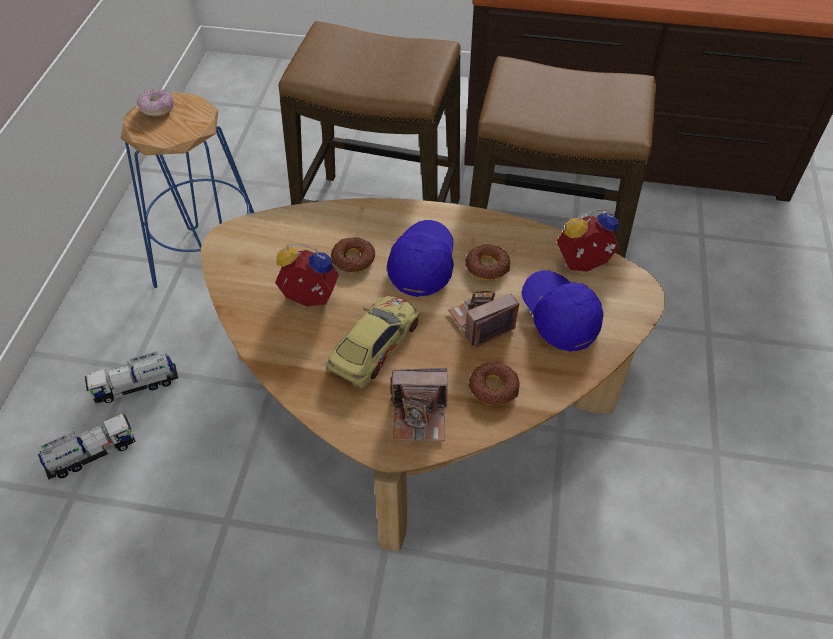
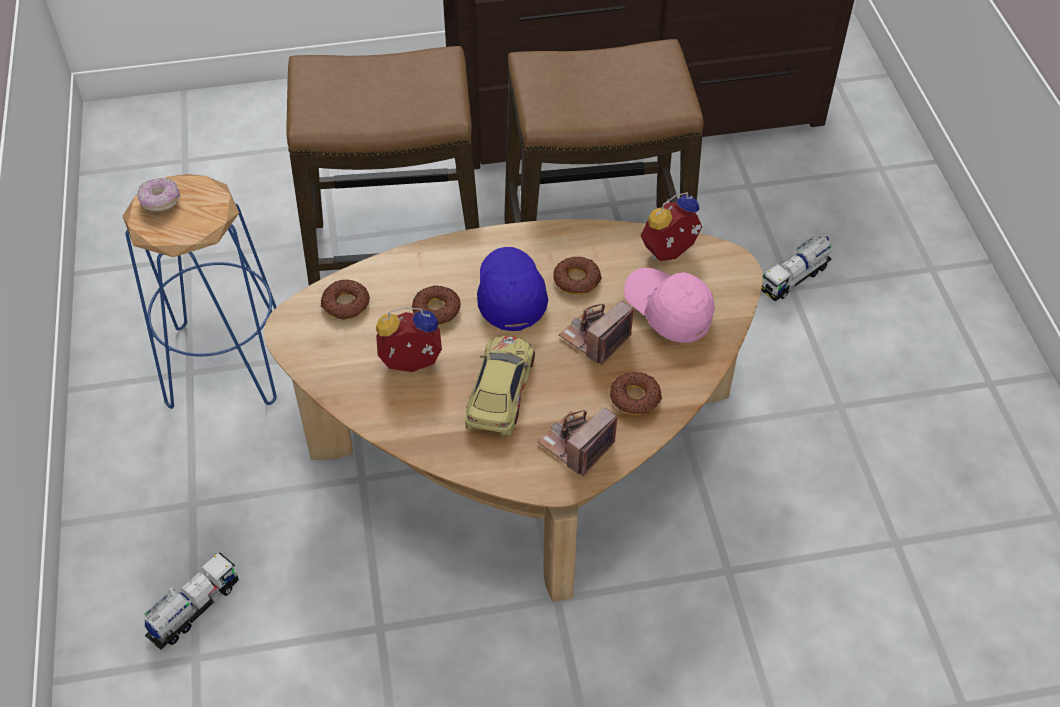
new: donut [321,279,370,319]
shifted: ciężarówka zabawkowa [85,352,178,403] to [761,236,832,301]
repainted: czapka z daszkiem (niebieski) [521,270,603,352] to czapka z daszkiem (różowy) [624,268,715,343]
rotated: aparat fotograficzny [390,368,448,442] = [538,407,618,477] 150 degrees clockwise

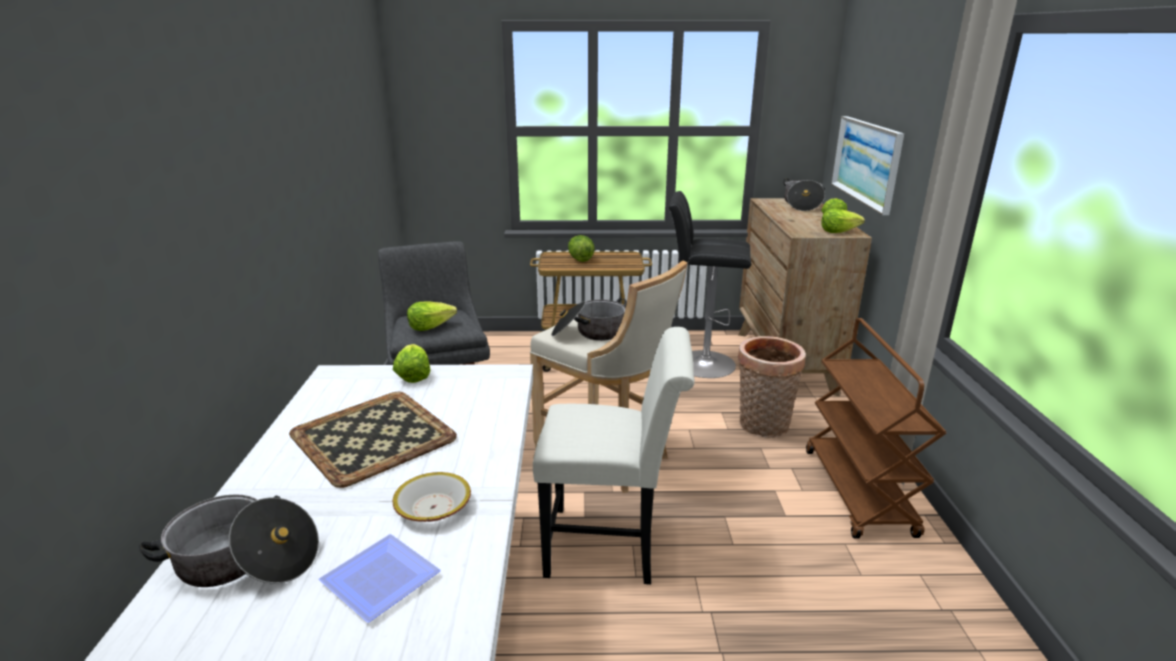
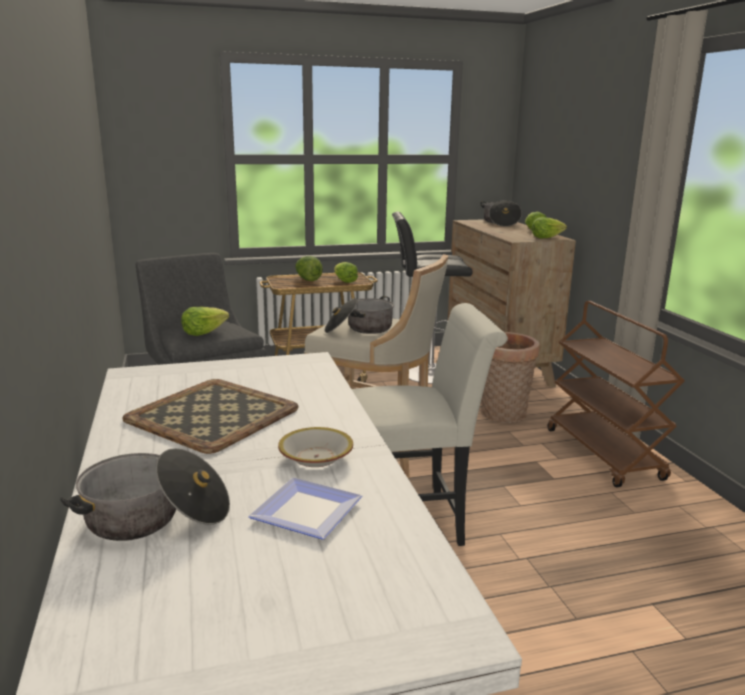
gone: obraz [831,116,904,215]
shifted: sałata [393,344,430,383] to [334,262,358,283]

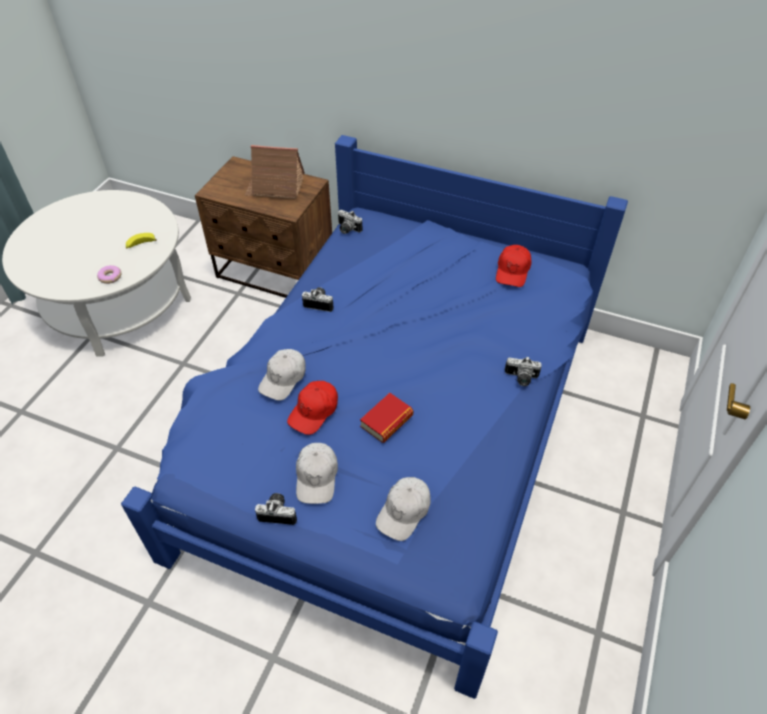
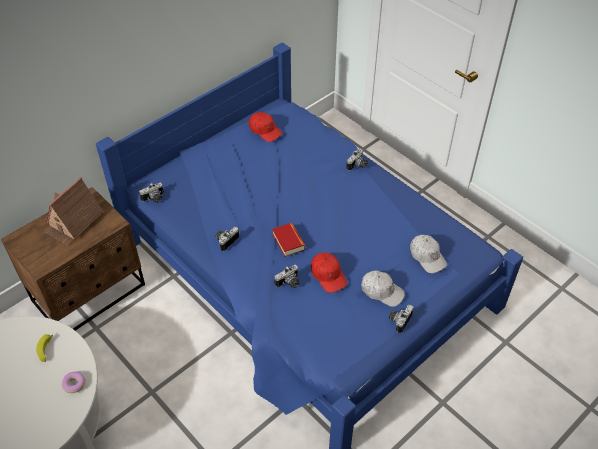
shifted: książka [360,393,413,443] to [272,223,305,257]
swapped: czapka z daszkiem (biały) [258,349,306,401] to aparat fotograficzny [274,265,299,288]

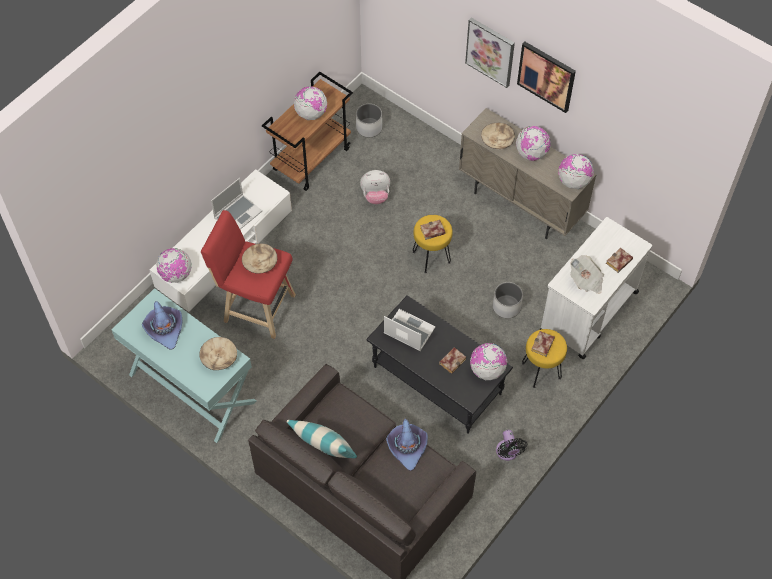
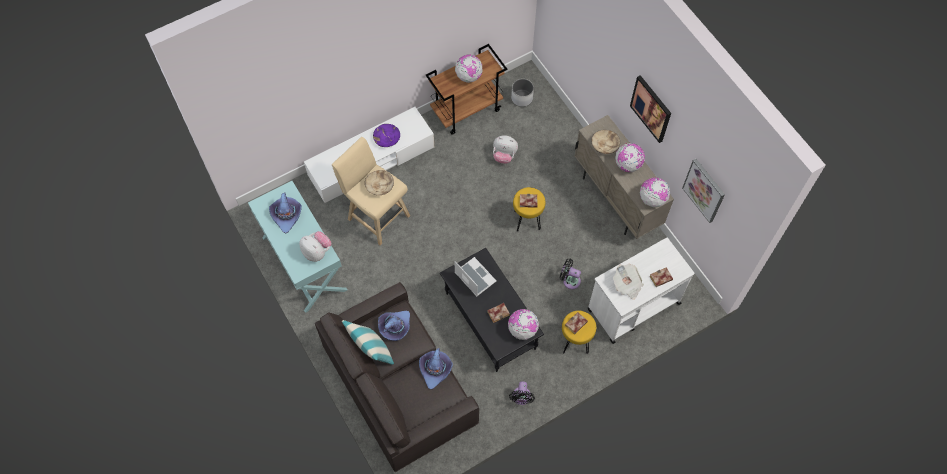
gone: globus [156,248,192,283]
new: kapelusz (fioletowy) [378,311,410,341]
shifted: obraz [465,17,515,88] to [682,159,725,223]
swapped: miska (beżowy) [199,337,237,370] to pluszak [299,231,332,262]; laptop [211,178,262,229] to miska (fioletowy) [373,124,400,147]; donica (biały) [493,282,523,318] to wentylator (czarny) [560,258,581,289]
repainted: stołek (czerwony) [201,210,296,339] to stołek (beżowy) [332,137,410,246]

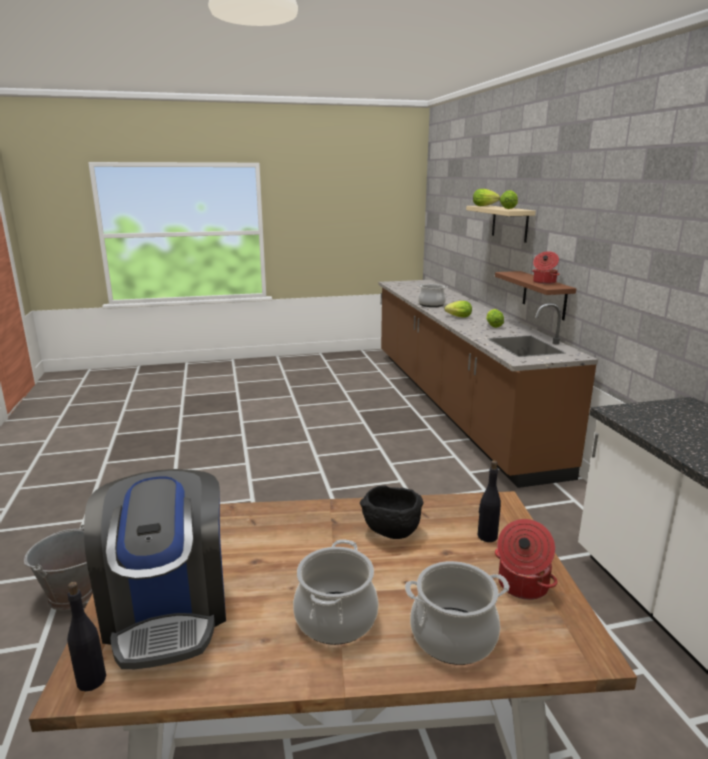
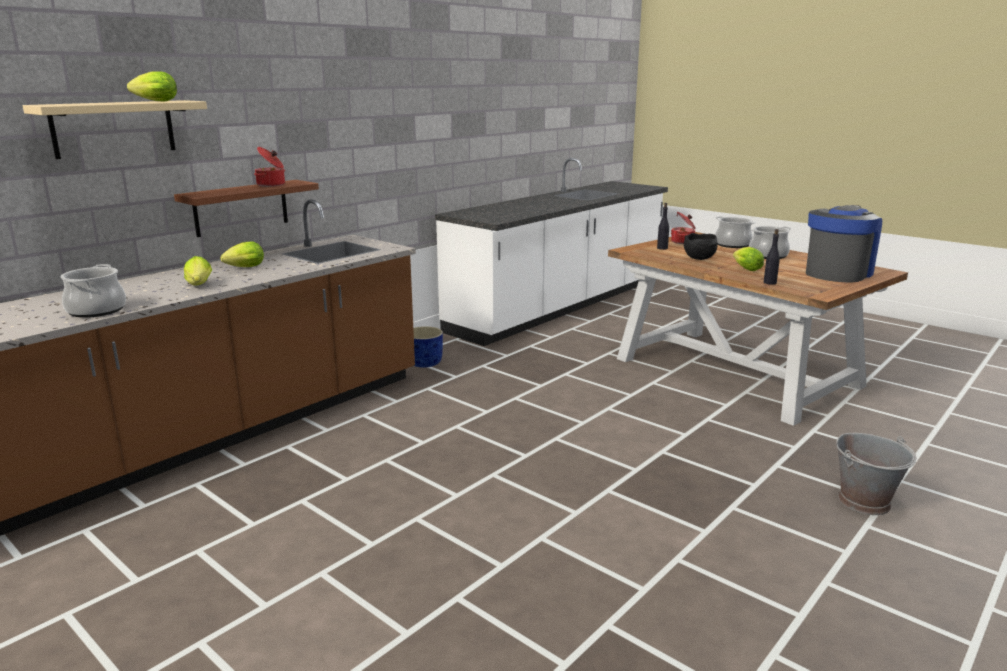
new: donica (niebieski) [413,326,443,368]
shifted: sałata [473,189,500,206] to [733,247,764,271]; butelka (czarny) [67,582,106,691] to [764,229,780,285]

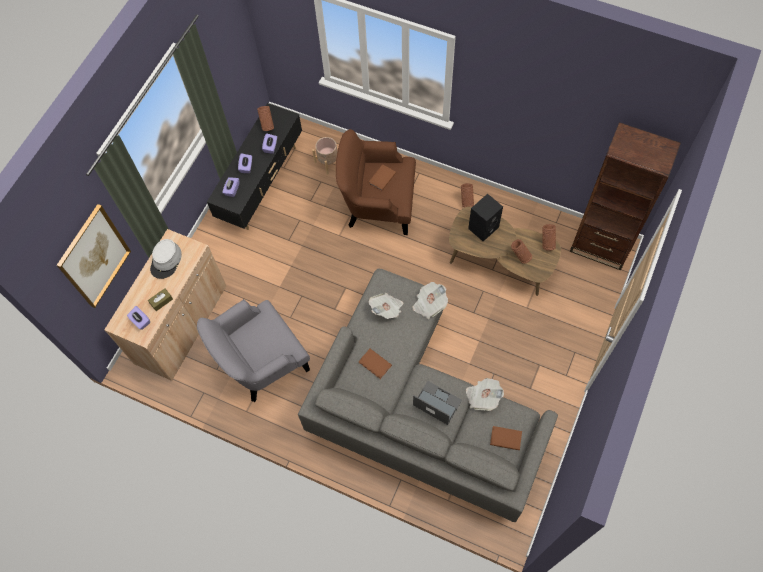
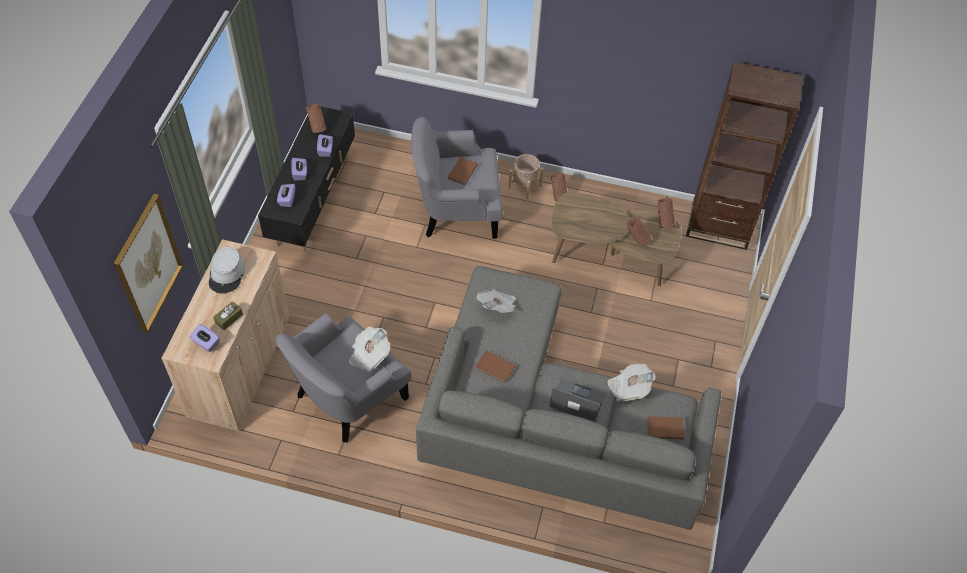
gone: głośnik (czarny) [468,194,503,241]
shifted: gazeta [412,282,448,319] to [349,327,390,372]; donica (beżowy) [312,137,337,175] to [508,154,544,200]
repainted: fotel (brązowy) [336,129,416,235] to fotel (szary) [411,117,503,239]

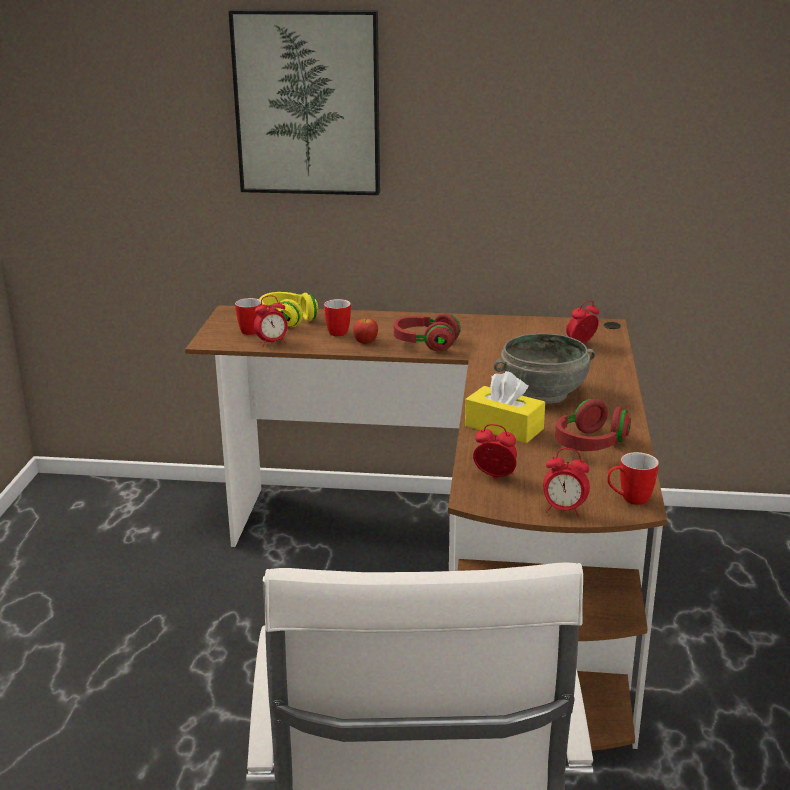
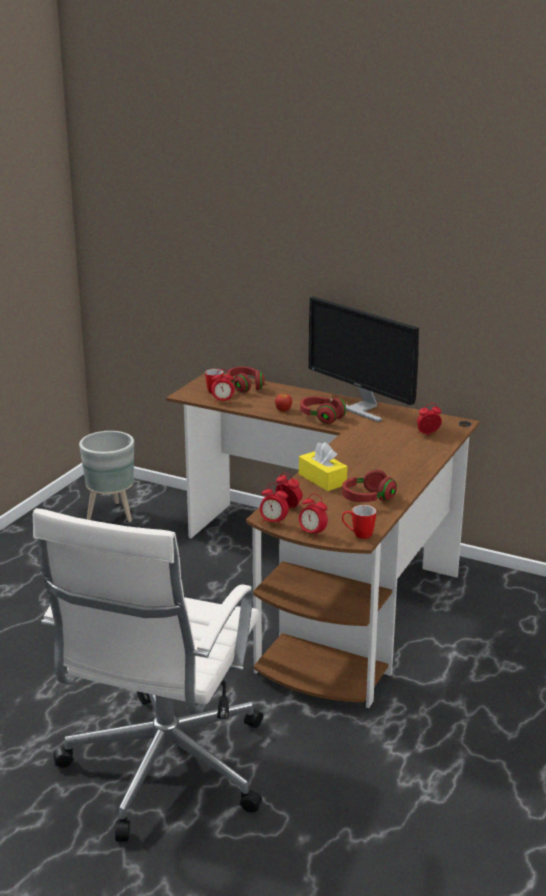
gone: obraz [228,9,380,195]; kubek [324,299,351,336]; miska (szary) [494,333,595,404]
new: donica (szary) [79,431,134,522]; budzik [260,483,289,527]; monitor [308,296,419,422]
repainted: słuchawki (żółty) [259,292,318,327] to słuchawki (czerwony) [227,367,264,393]

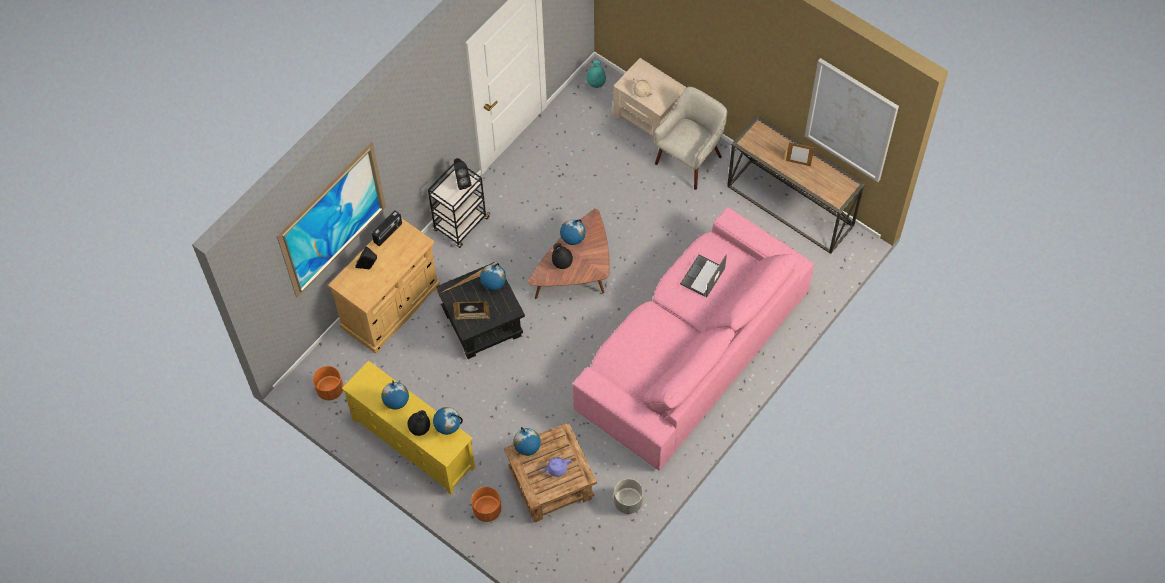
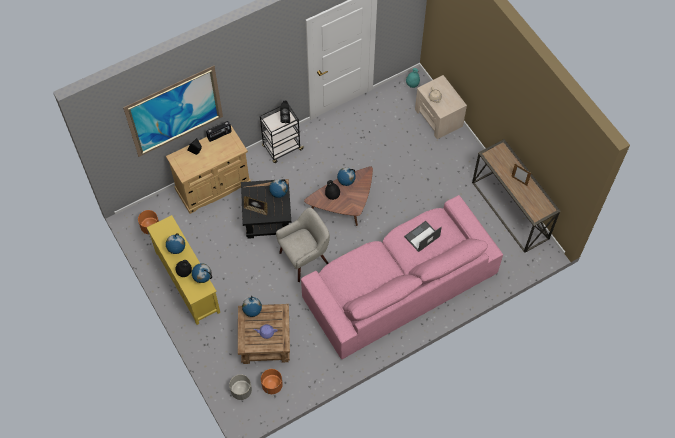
gone: obraz [805,58,899,182]
shifted: donica (szary) [614,479,643,514] to [229,374,252,400]; donica (pomarańczowy) [471,487,501,522] to [261,369,283,394]; fotel (beżowy) [654,87,727,190] to [276,208,330,282]

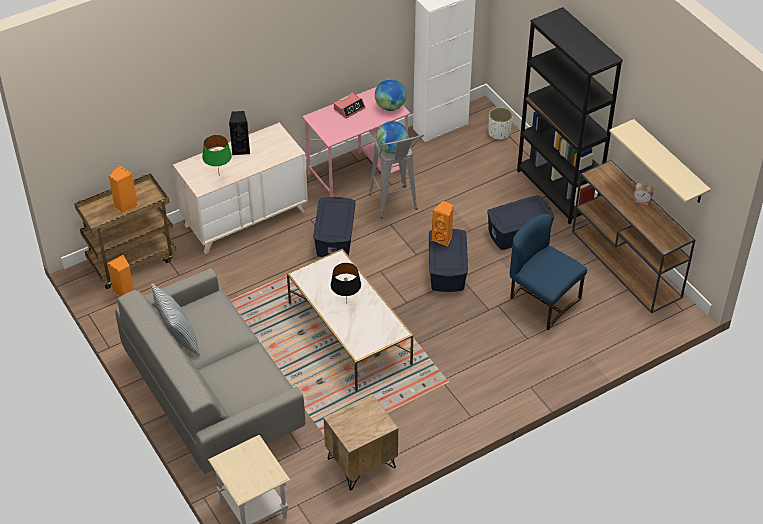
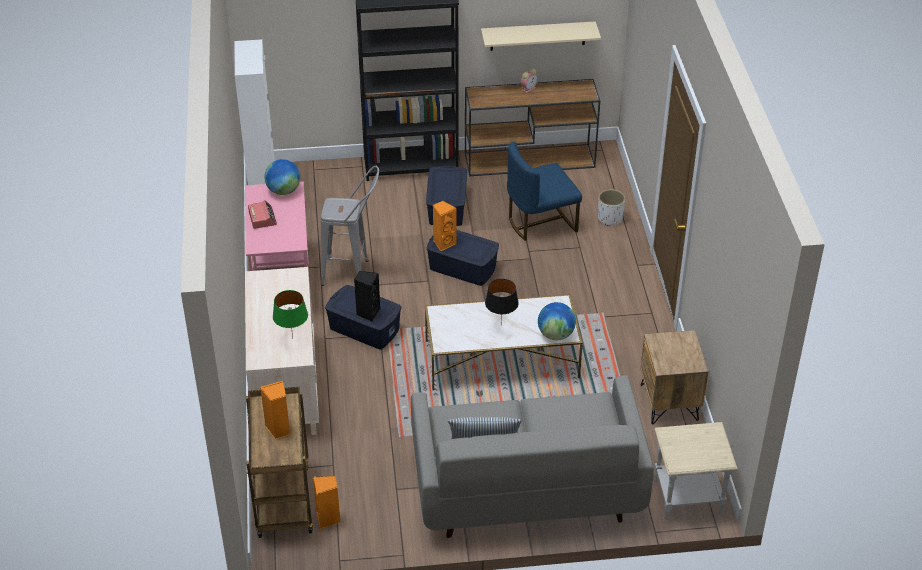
shifted: głośnik (czarny) [229,111,250,155] to [354,271,380,322]; globus [376,121,409,154] to [538,302,576,340]; donica (biały) [488,107,513,140] to [598,189,625,226]

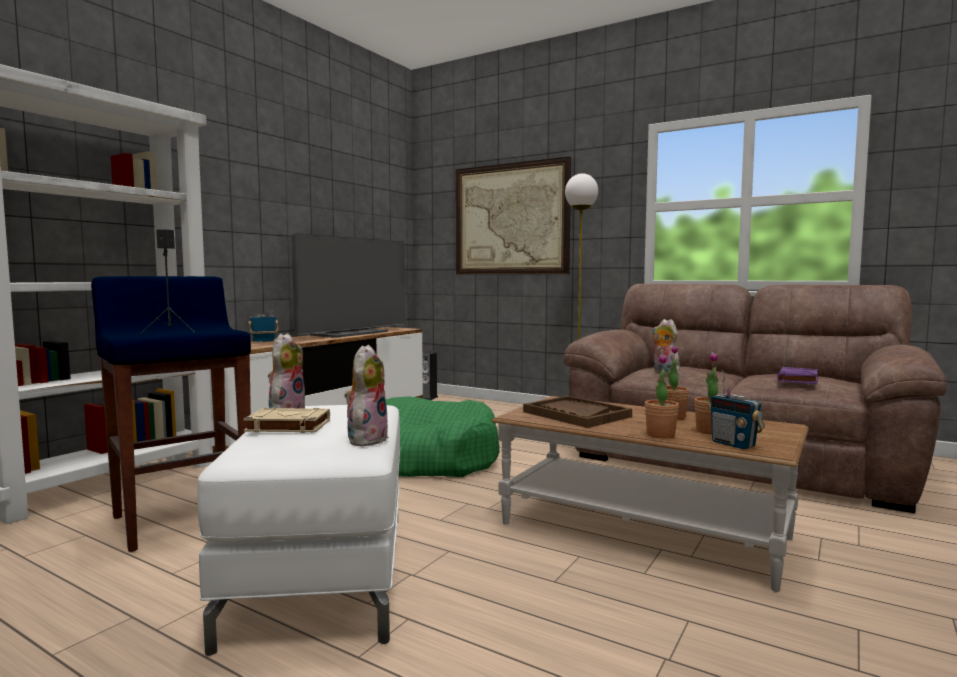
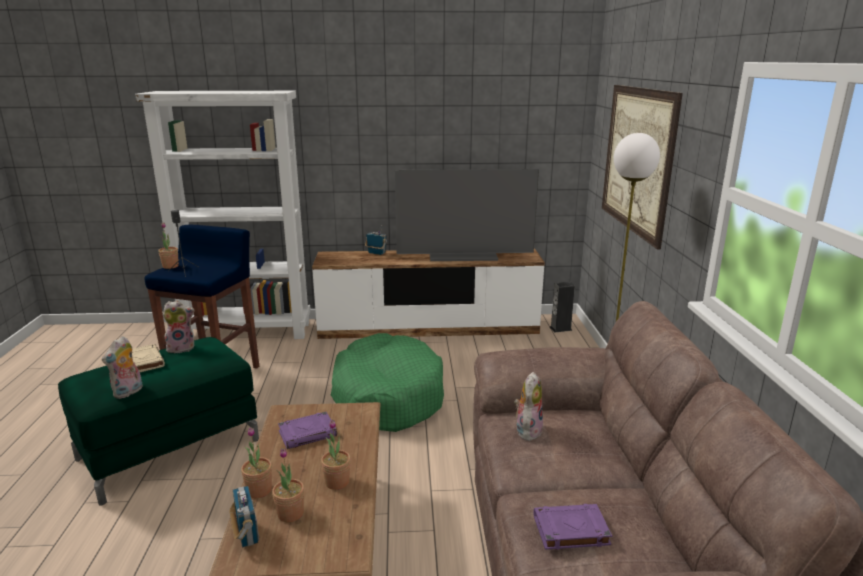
new: roślina doniczkowa [158,223,179,269]
swapped: taca (brązowy) [523,396,632,428] to książka (fioletowy) [278,412,337,449]
repainted: pufa (biały) [197,405,400,656] to pufa (zielony) [58,337,259,506]
rotated: pluszak [344,345,389,446] = [102,336,143,399] 135 degrees clockwise; radio [709,370,765,449] = [229,486,259,548] 135 degrees clockwise

